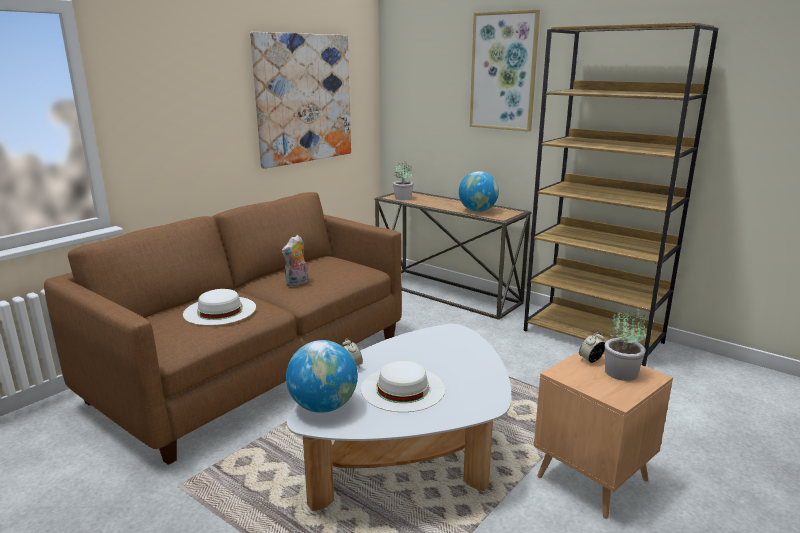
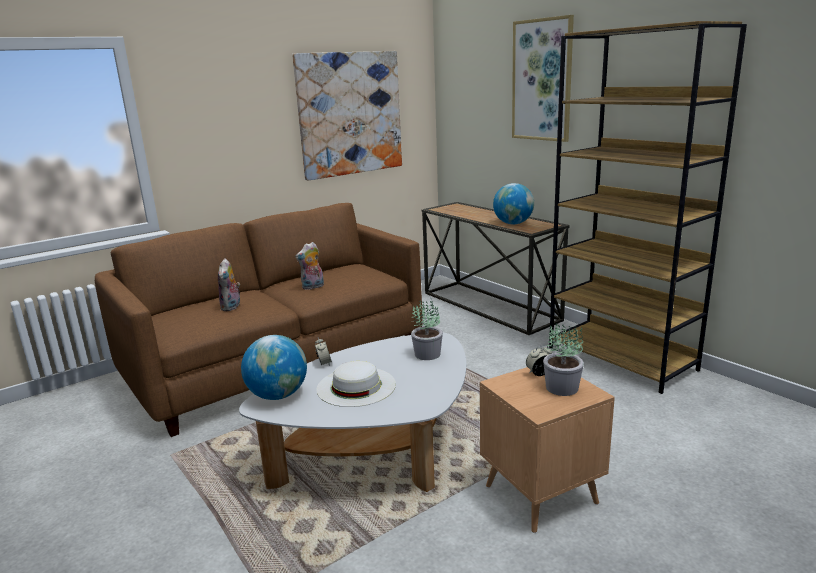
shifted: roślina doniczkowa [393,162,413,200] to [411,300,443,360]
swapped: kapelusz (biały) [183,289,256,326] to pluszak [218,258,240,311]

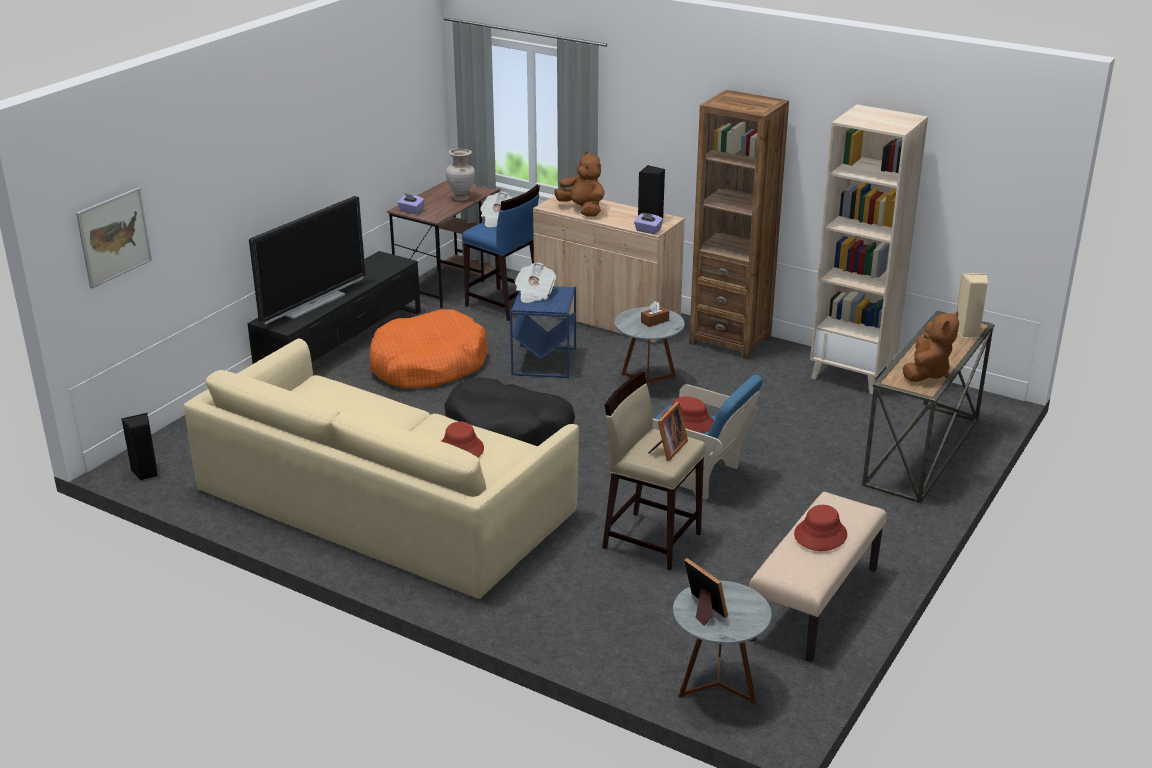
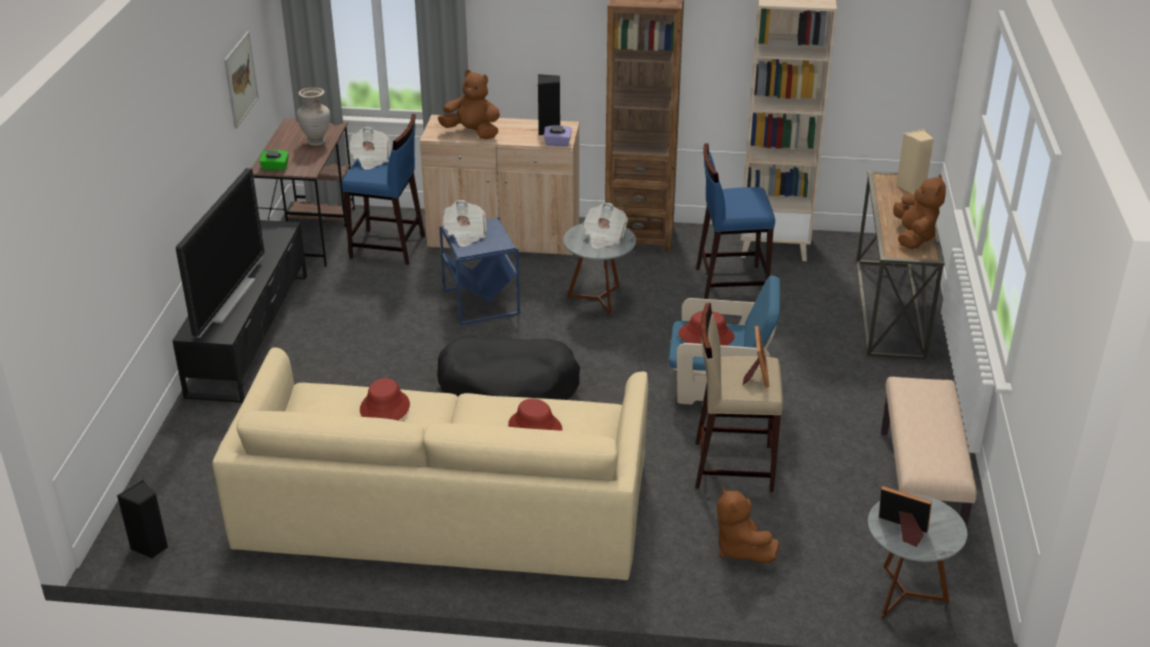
gone: legowisko (pomarańczowy) [370,310,488,389]
new: stołek (niebieski) [696,143,775,299]; pluszak (brązowy) [717,487,779,563]
shifted: obraz [76,187,152,289] to [224,31,259,129]; kapelusz (czerwony) [794,505,847,551] to [360,378,410,421]
swapped: pudełko chusteczek (brązowy) [641,301,669,327] to gazeta [583,203,628,248]
repainted: pudełko chusteczek (fioletowy) [397,193,424,214] to pudełko chusteczek (zielony) [259,150,289,171]

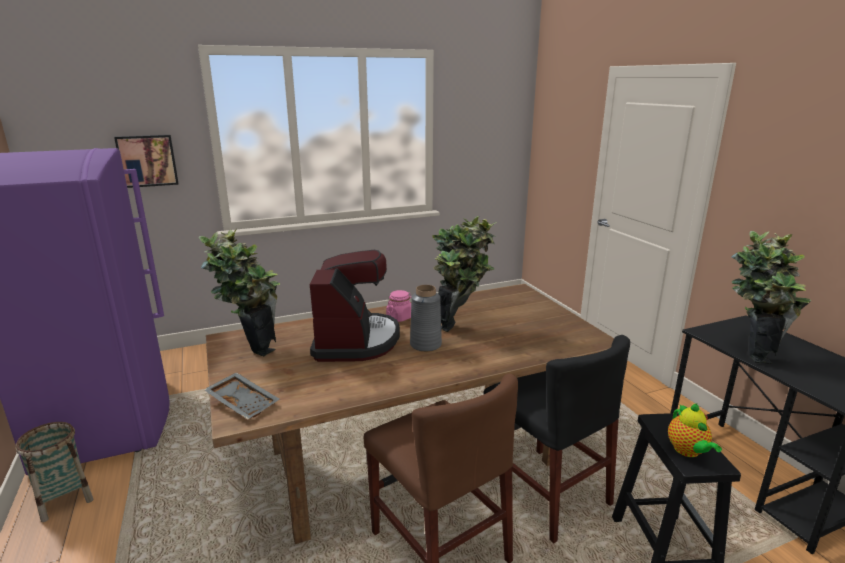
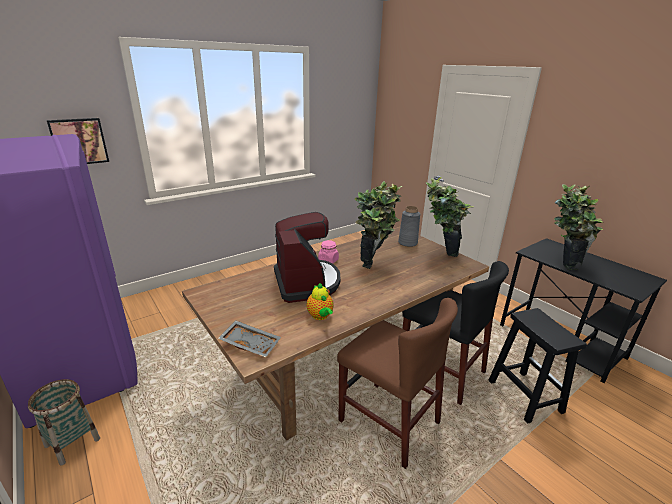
shifted: imbryk [668,403,722,457] to [306,283,334,320]; wazon (szary) [410,285,442,352] to [398,206,420,247]; roślina doniczkowa [199,229,280,356] to [426,177,474,257]

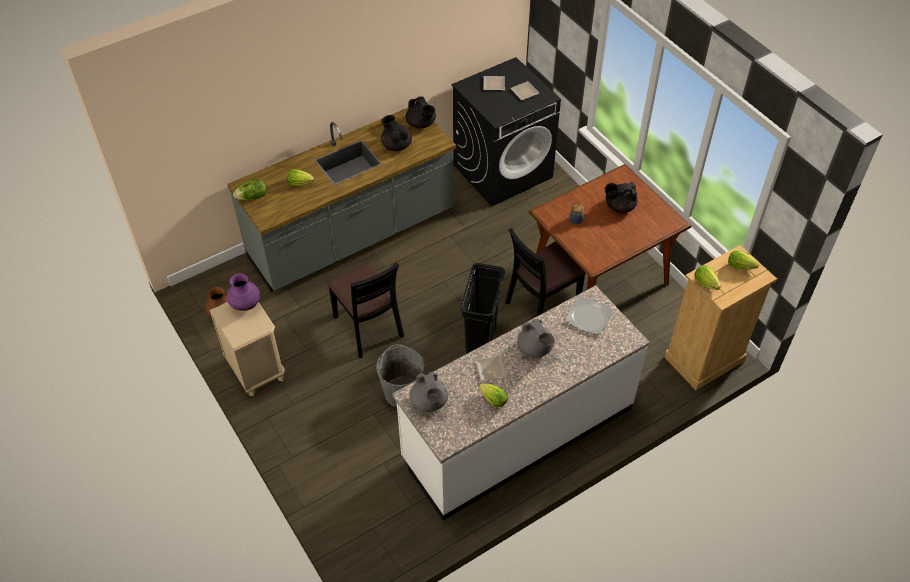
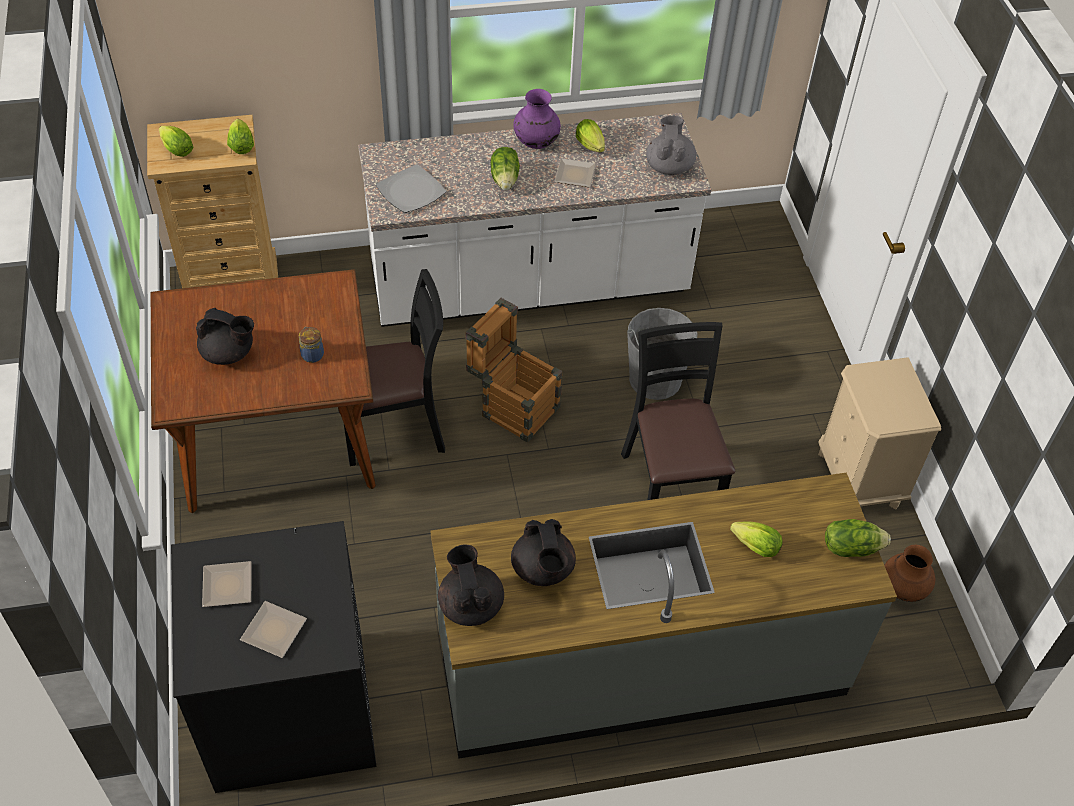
shifted: wazon (fioletowy) [227,273,260,311] to [513,89,561,149]
swapped: kosz na śmieci (czarny) [460,263,505,354] to skrzynka [465,298,563,443]; imbryk (szary) [517,319,555,358] to sałata [490,147,520,190]

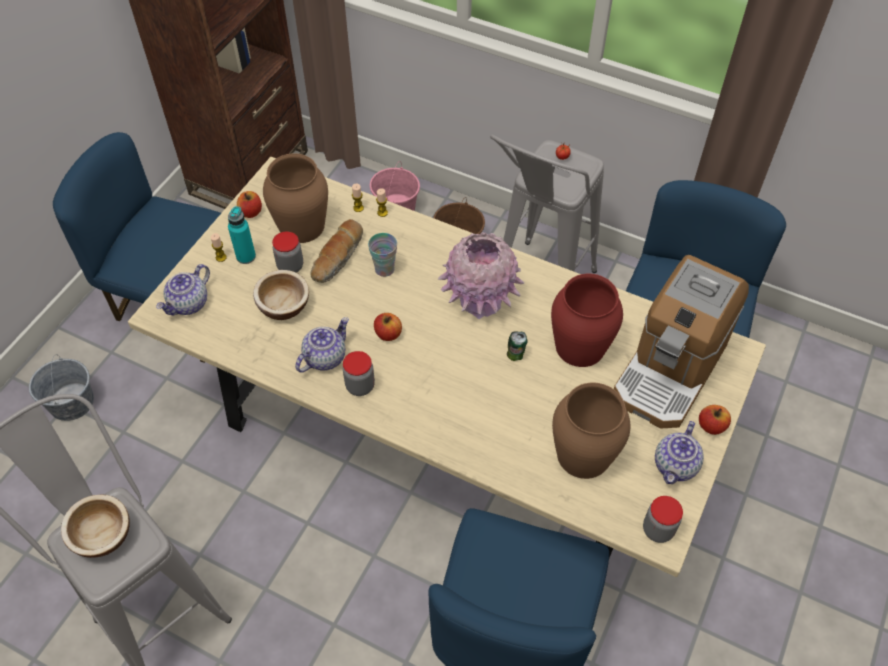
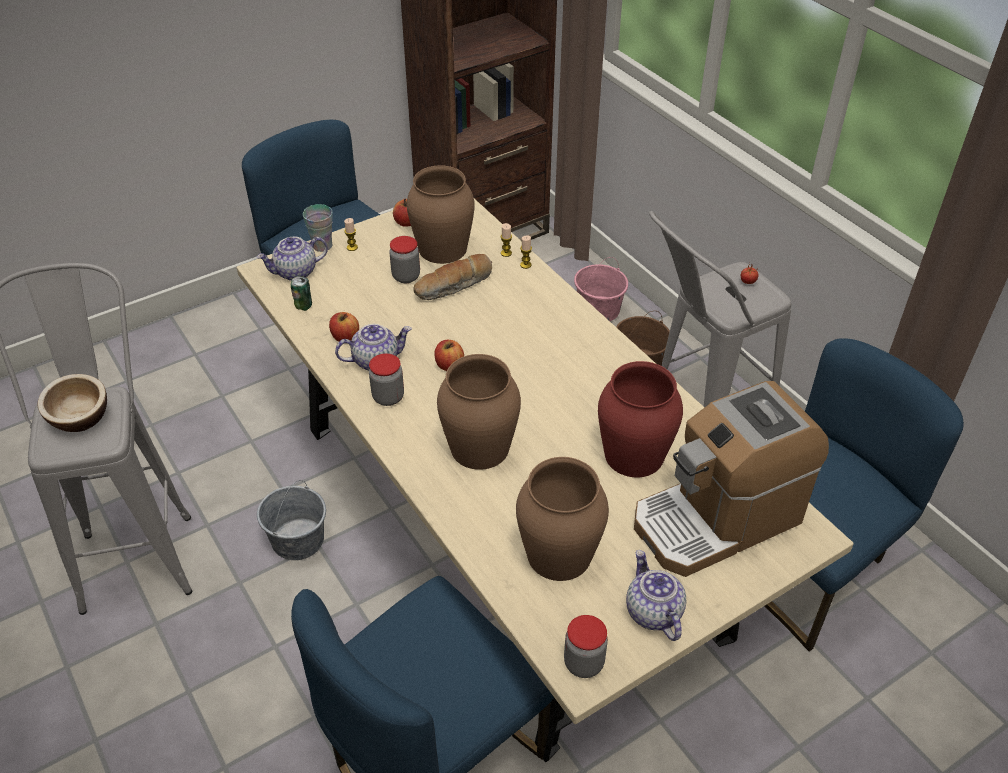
gone: butelka (turkusowy) [228,206,256,264]; miska [253,270,309,320]; wazon (różowy) [438,232,524,319]
new: wazon (brązowy) [437,354,521,470]
shifted: wiadro (szary) [29,354,94,421] to [257,480,326,560]; puszka [507,331,528,361] to [291,276,312,311]; filiżanka [368,233,397,277] to [303,204,333,252]; jabłko [699,405,731,435] to [329,312,359,342]
rotated: imbryk [655,421,704,484] = [626,550,686,641] 105 degrees clockwise

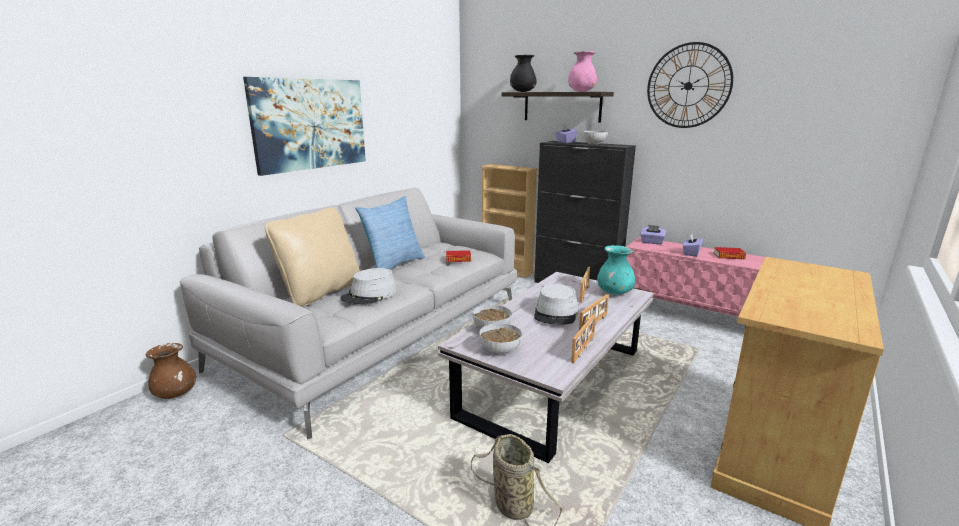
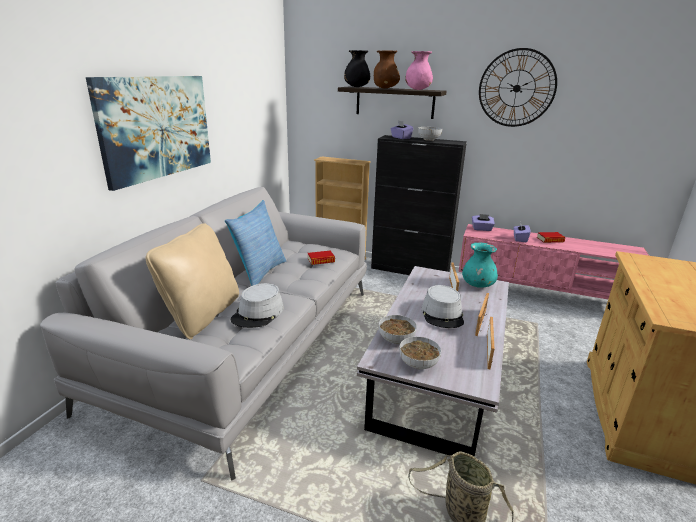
shifted: wazon (brązowy) [145,343,196,399] to [374,50,400,88]

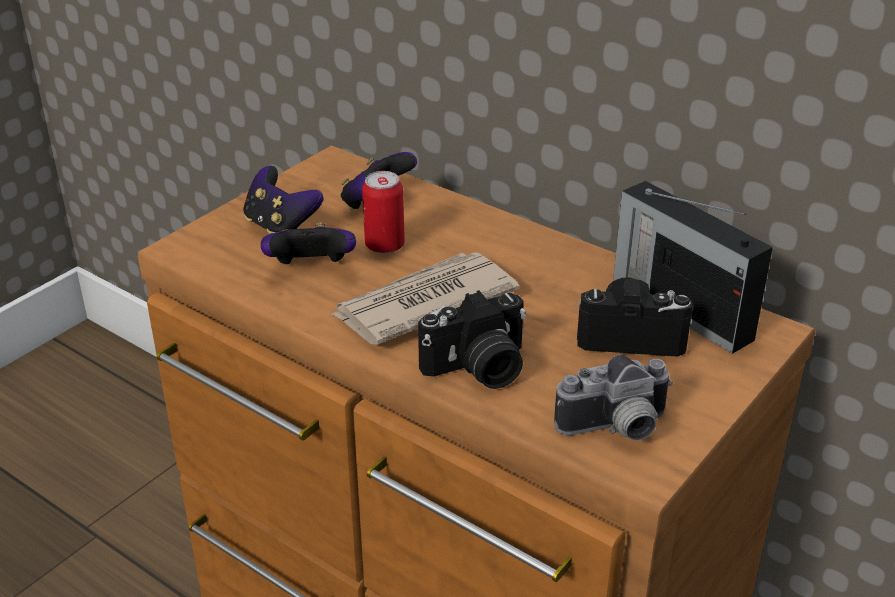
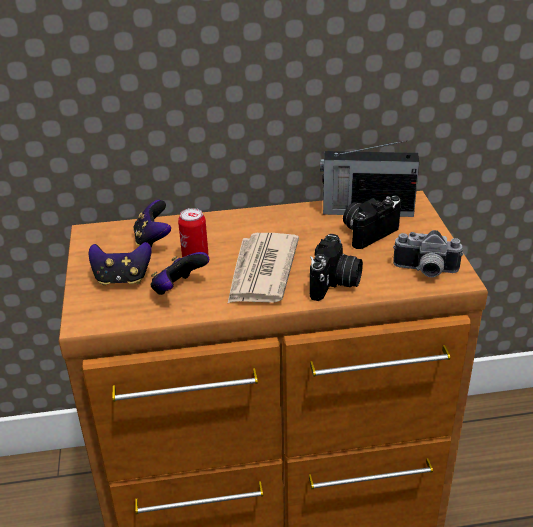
rotated: aparat fotograficzny [554,354,673,441] = [393,230,464,277] 75 degrees clockwise

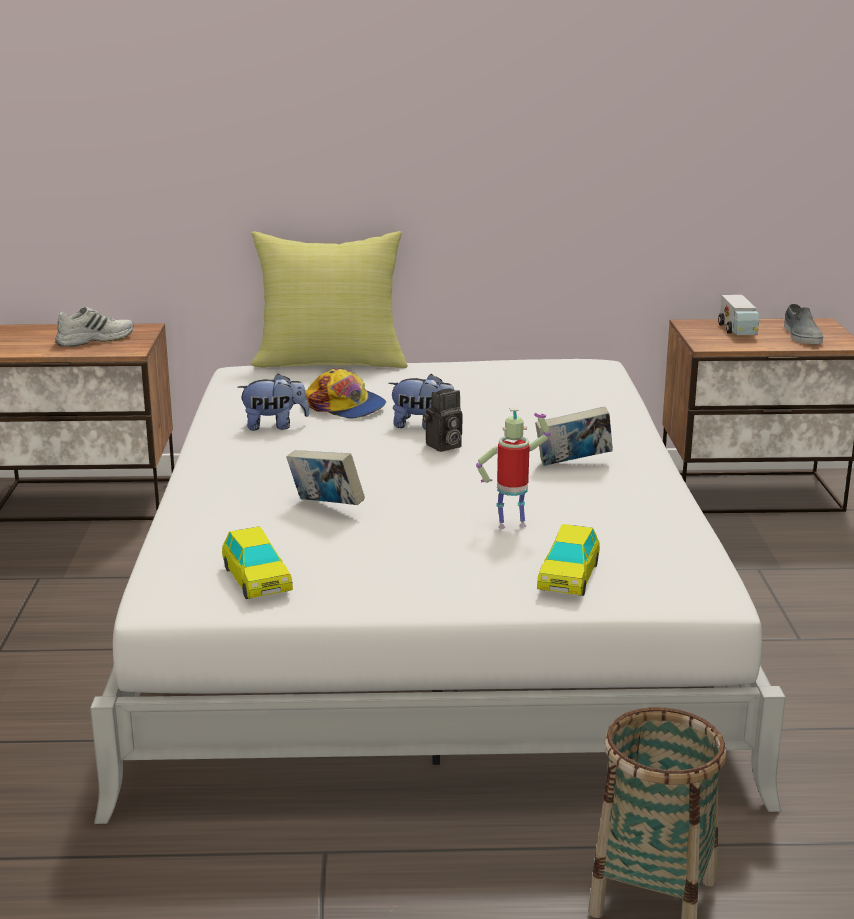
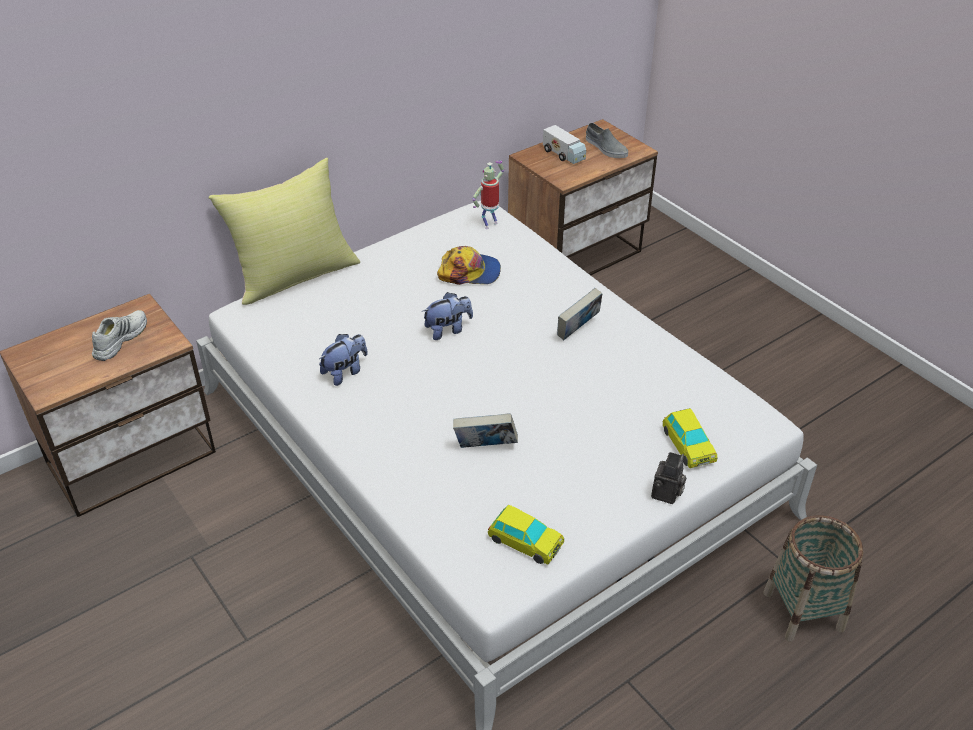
shifted: czapka z daszkiem [306,369,386,419] to [437,246,501,285]; robot zabawkowy [476,407,550,529] to [472,160,504,229]; aparat fotograficzny [423,388,462,452] to [651,452,687,504]

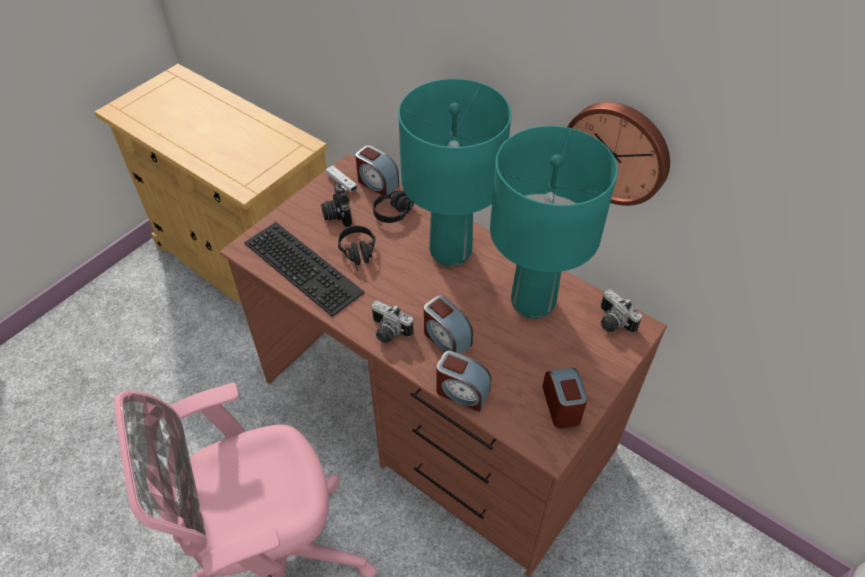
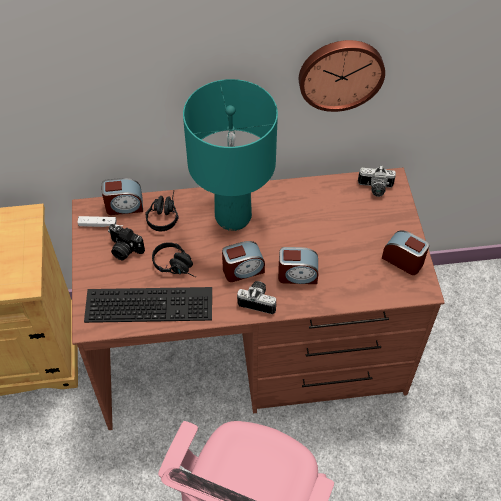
gone: lampa stołowa (turkusowy) [490,126,618,319]
shifted: budzik [436,351,491,412] to [222,241,265,282]
rotated: aparat fotograficzny [371,300,413,343] = [237,281,276,314] 150 degrees counterclockwise

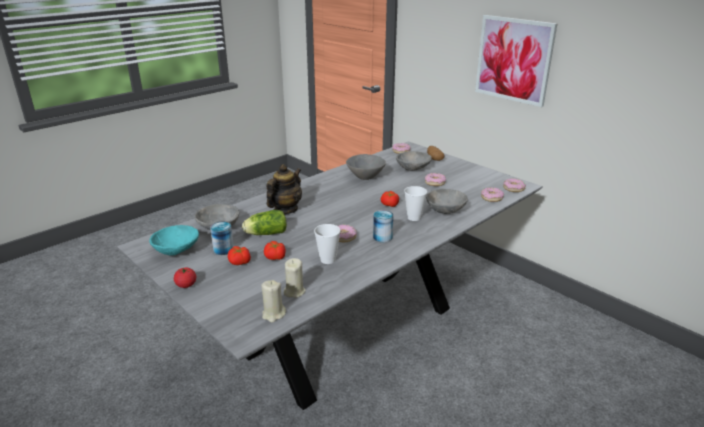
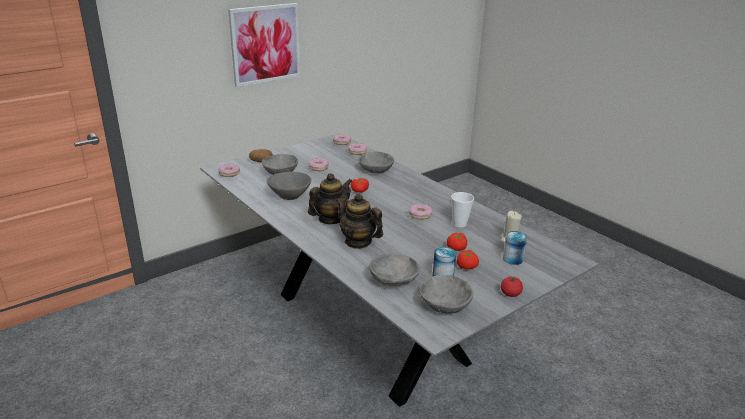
gone: sałata [242,210,287,235]; świeca (beżowy) [262,280,286,323]; filiżanka [404,186,427,221]
new: imbryk [308,173,352,224]
shifted: puszka [373,210,393,242] to [503,231,527,265]
repainted: miska (turkusowy) [149,225,199,255] to miska (szary) [420,275,473,313]

